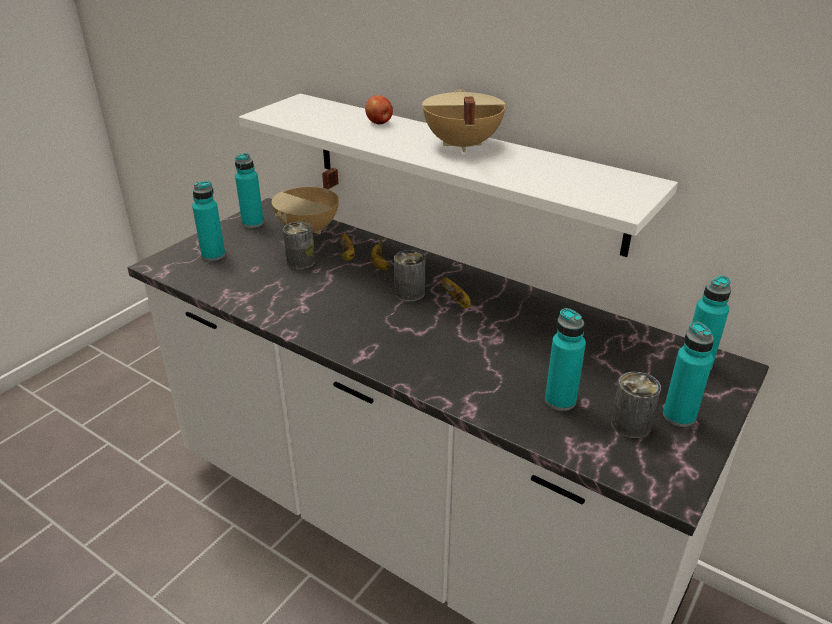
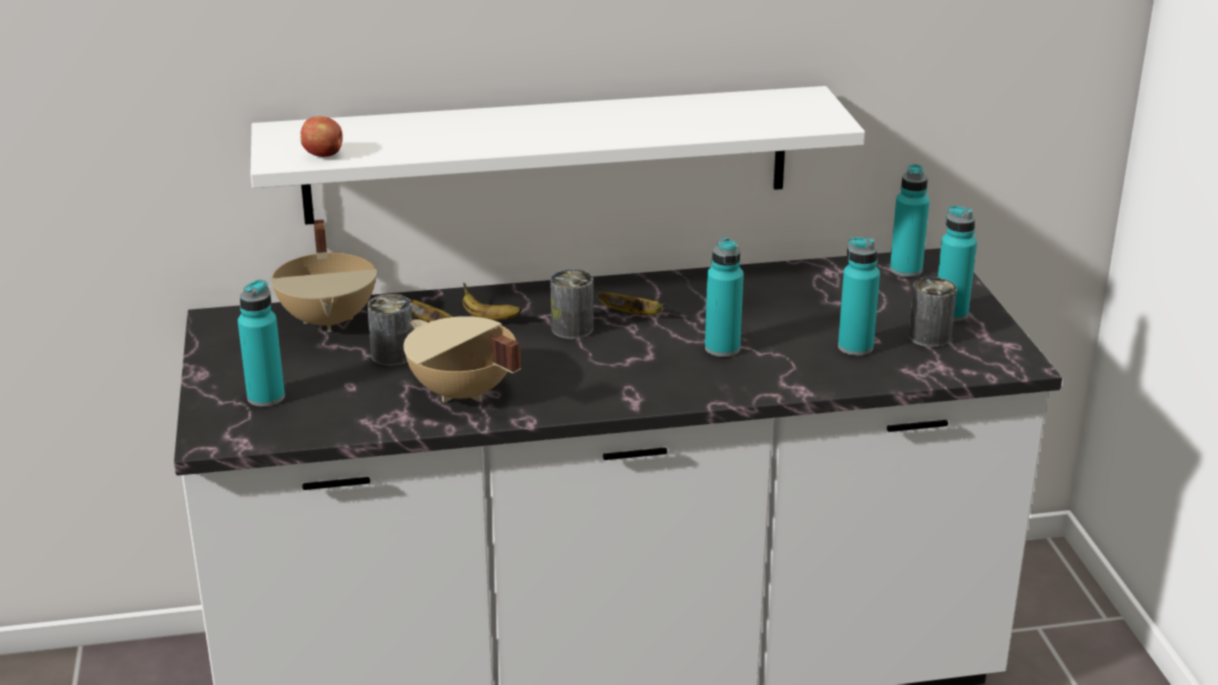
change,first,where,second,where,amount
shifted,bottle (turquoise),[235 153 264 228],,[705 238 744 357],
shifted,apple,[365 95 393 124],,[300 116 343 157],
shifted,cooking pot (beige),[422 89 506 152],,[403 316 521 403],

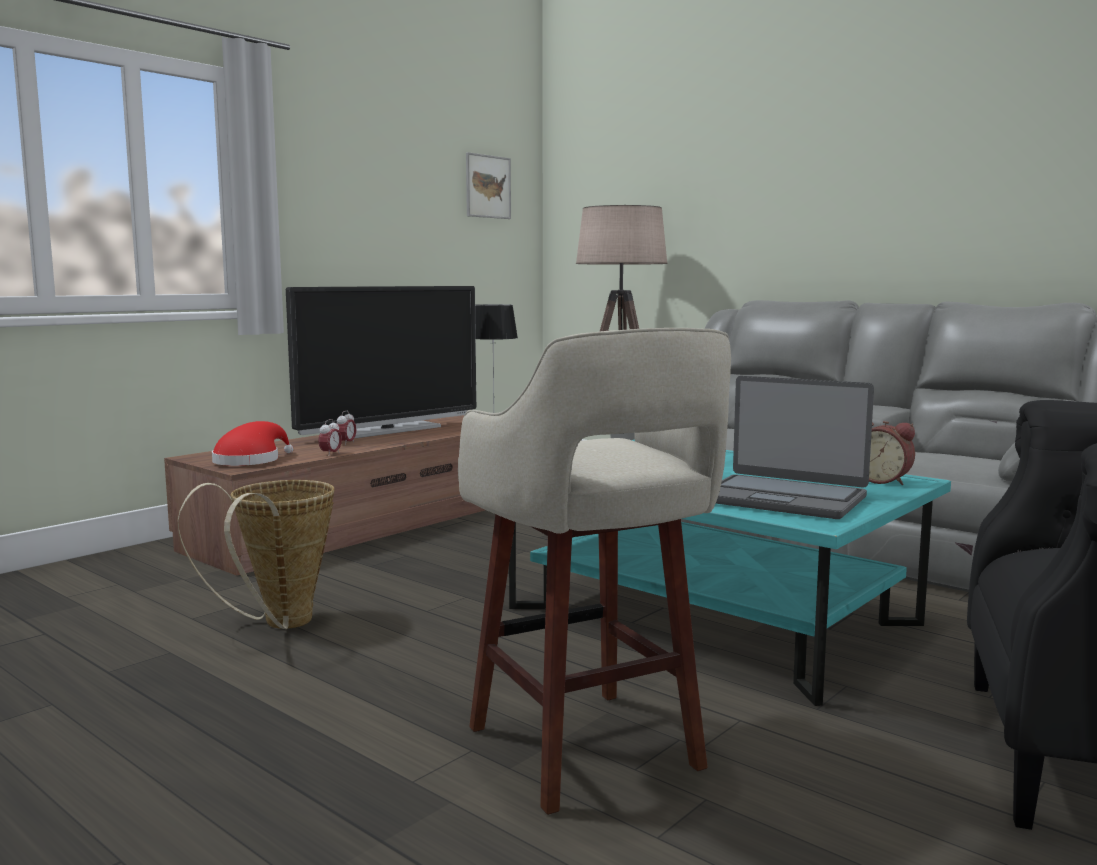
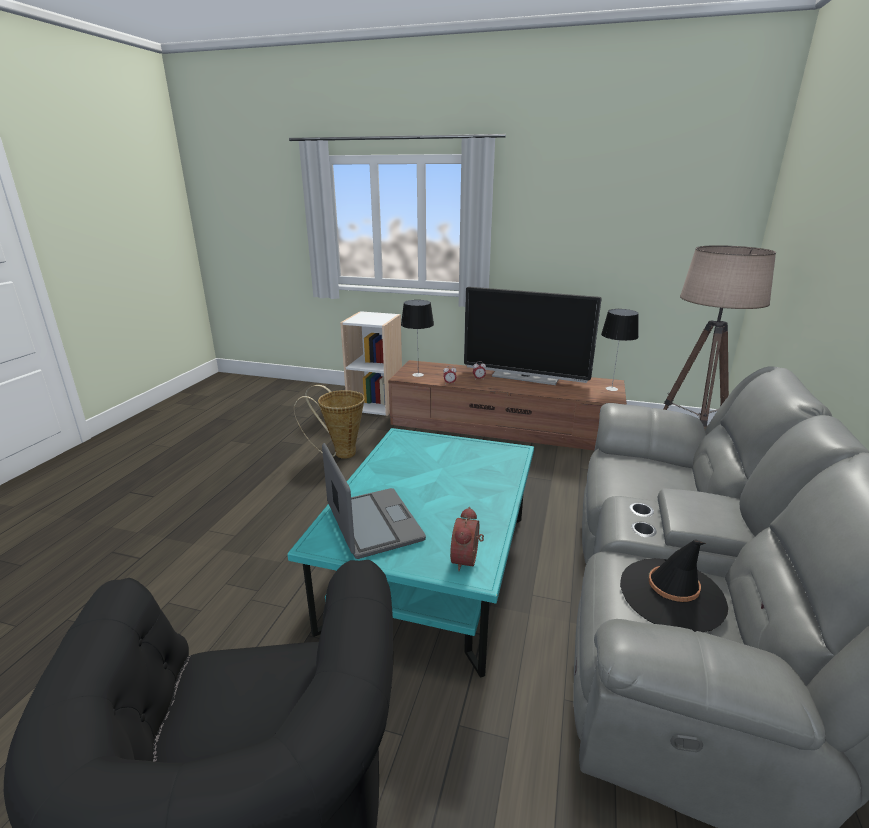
change,first,where,second,where,amount
gone,stool (beige),[458 328 731 815],,,
gone,picture,[466 152 511 219],,,
new,,,bookcase,[340 311 402 416],
new,,,hat (black),[620 540 728 632],
swapped,hat (red),[212 421 293 466],table lamp,[401 300 434 377],
rotated,laptop,[716 376 874 519],,[322 443 426 559],150 degrees clockwise

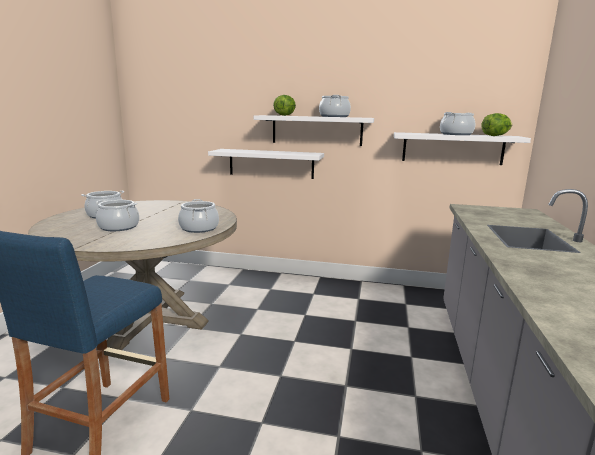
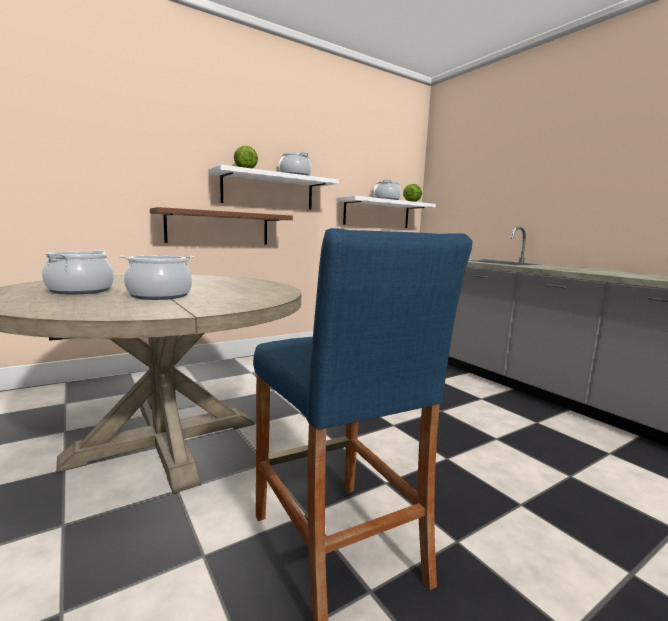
change,first,where,second,where,amount
gone,cooking pot,[178 199 219 233],,,
repainted,shelf (white),[208 149 324 179],shelf (brown),[150 207 293 245],

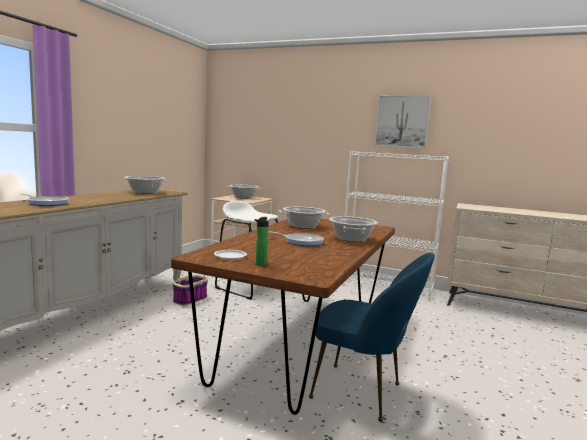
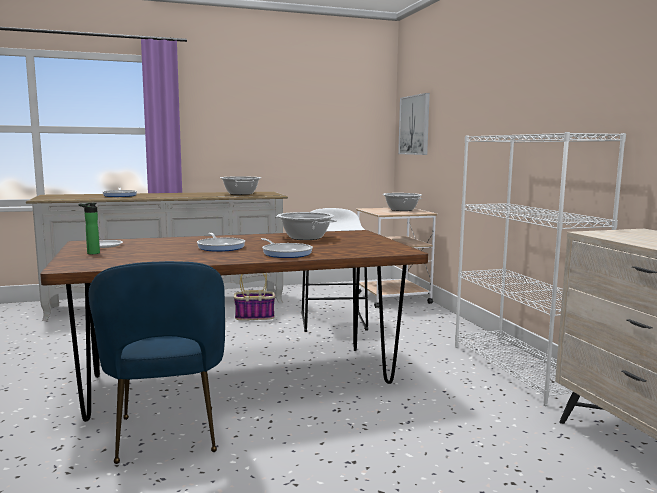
change,first,where,second,where,amount
shifted,picture,[375 95 431 148],,[398 93 430 155],
swapped,cooking pot,[329 216 378 242],frying pan,[261 238 313 258],

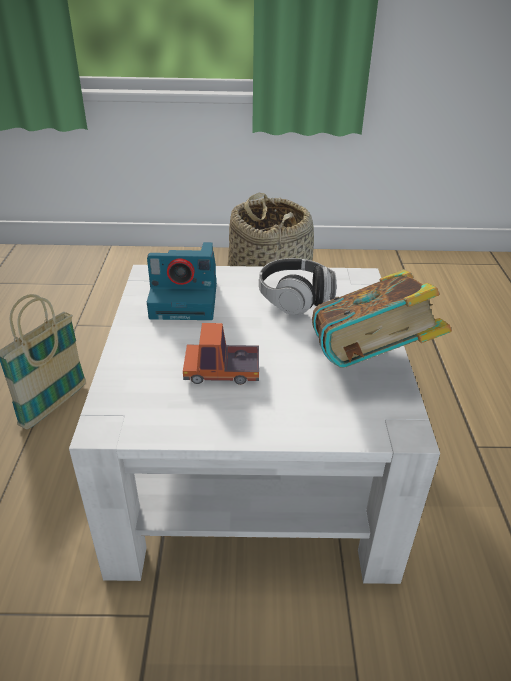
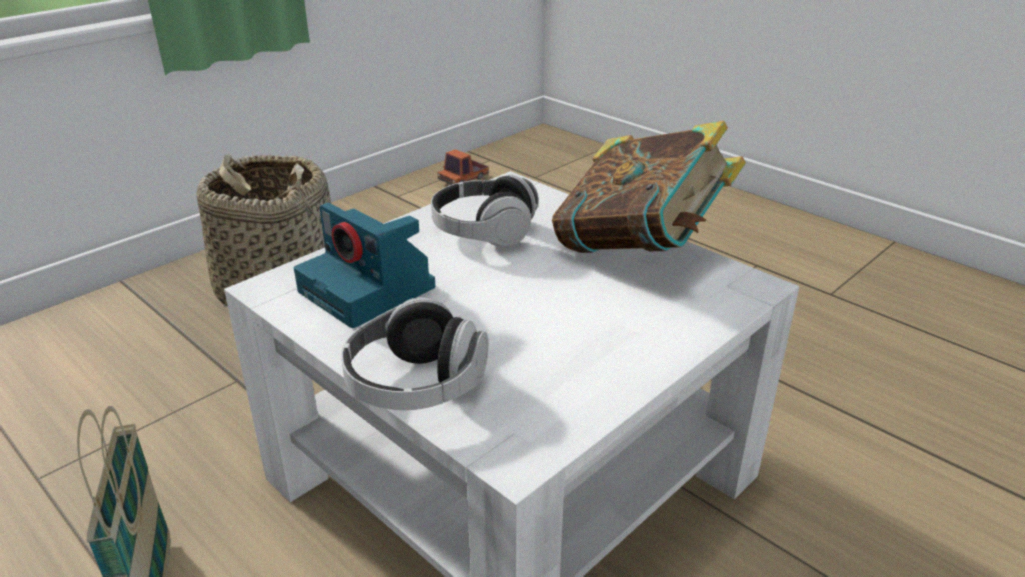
change,first,where,second,where,amount
new,,,headphones,[341 297 488 410],
shifted,toy truck,[183 323 259 385],,[438 149 489 185],
rotated,photo camera,[147 242 217 320],,[294 203 435 328],90 degrees clockwise

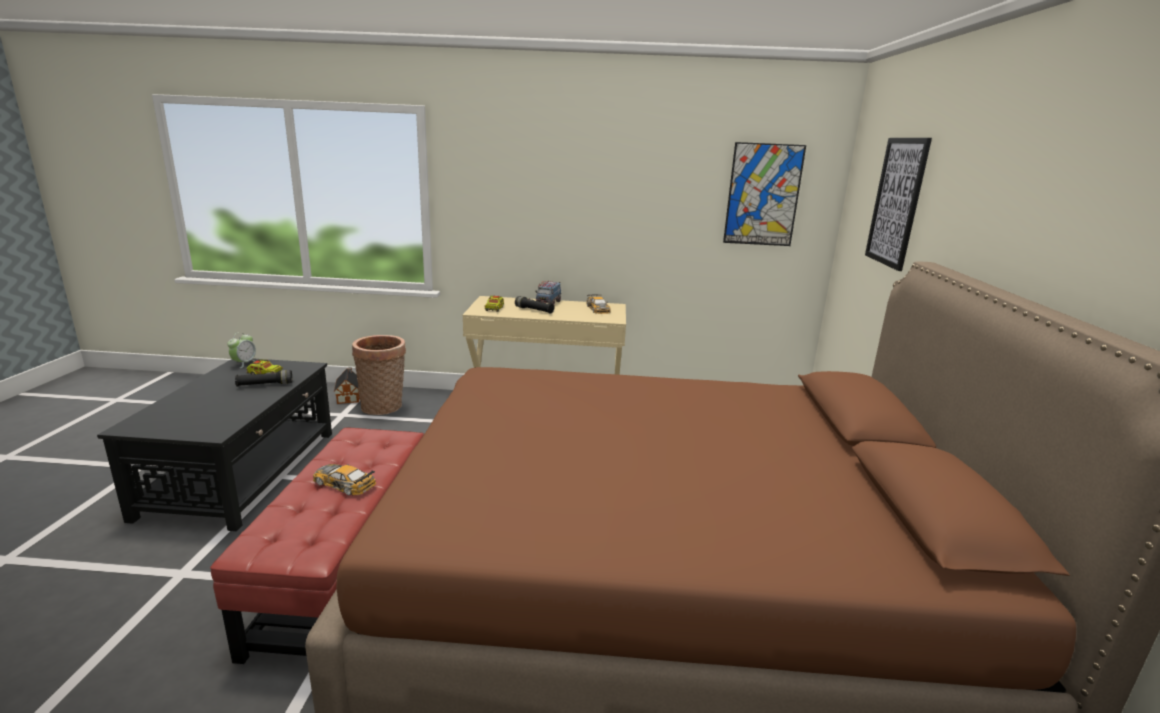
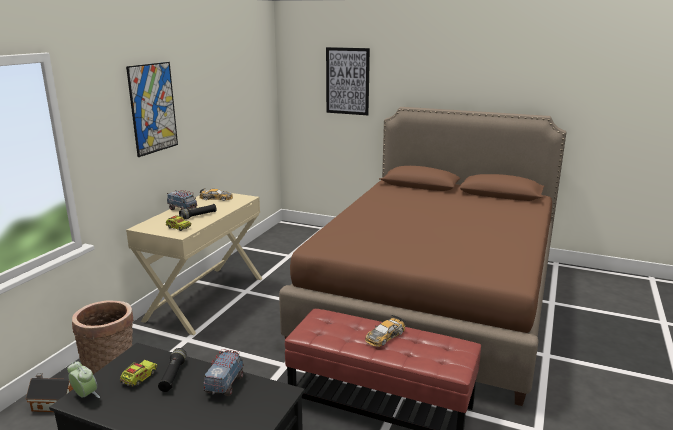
change,first,where,second,where,amount
new,,,toy truck,[204 349 244 396],
shifted,picture,[723 142 806 246],,[126 62 178 157],

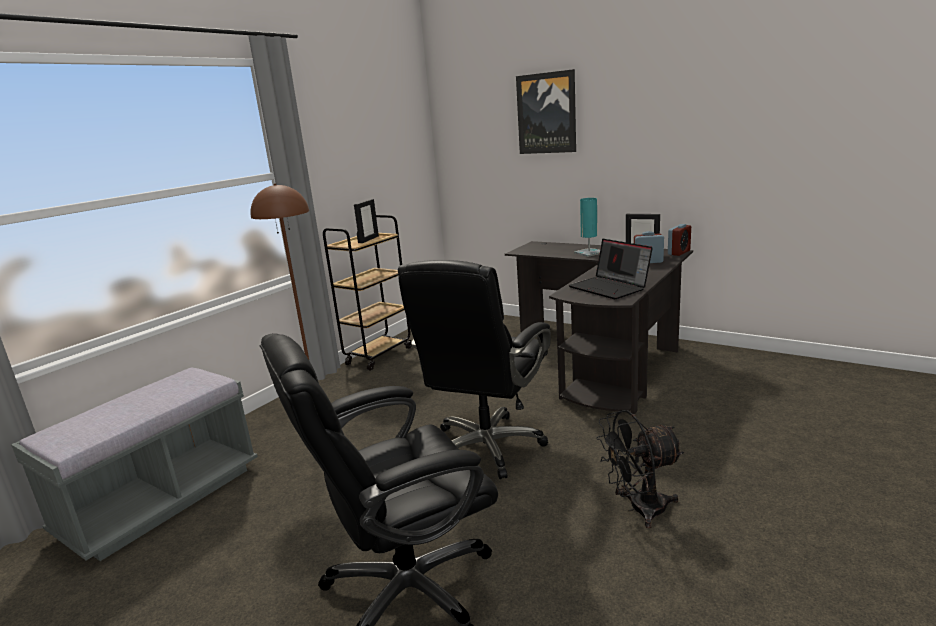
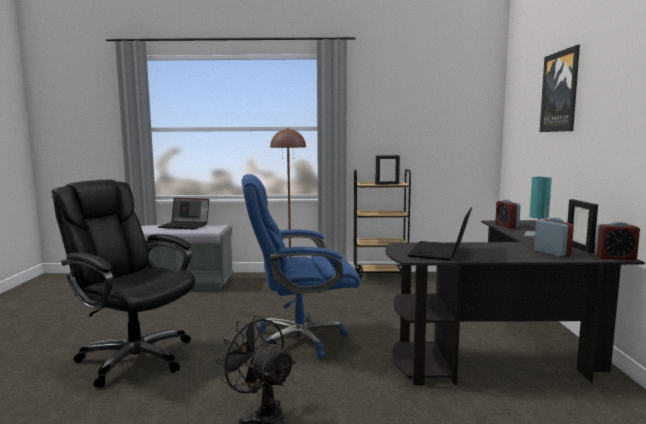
change,first,where,second,where,amount
new,,,laptop,[158 198 209 230],
new,,,alarm clock,[495 199 521 228],
repainted,office chair (black),[398 260 551 479],office chair (blue),[241 174 360 359],

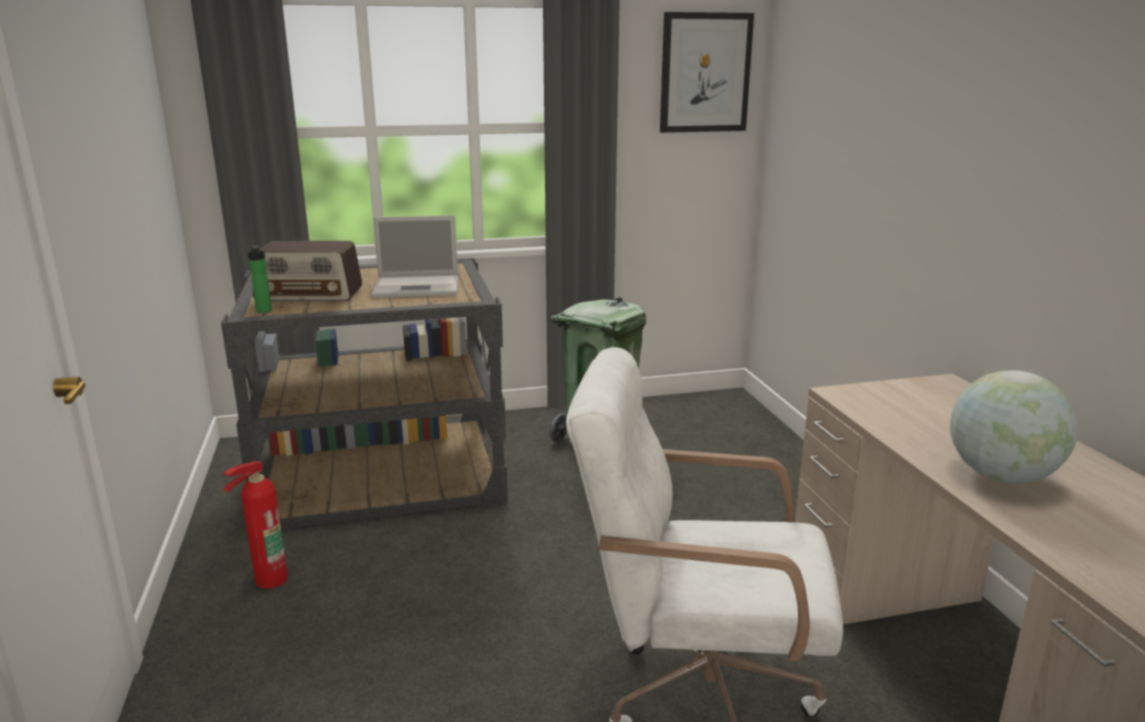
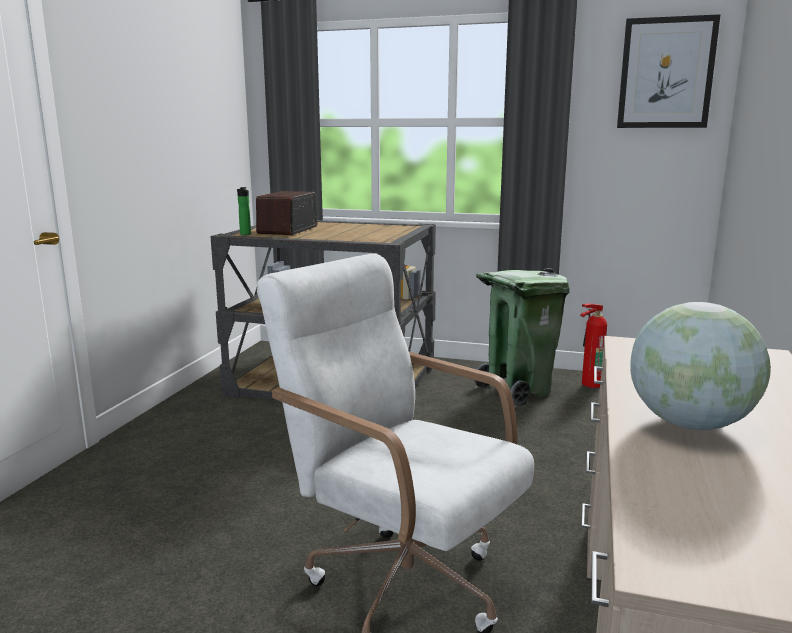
change,first,where,second,where,amount
gone,laptop,[372 215 458 298],,,
shifted,fire extinguisher,[223 461 288 589],,[580 303 607 388],
rotated,radio,[253 241 362 301],,[256 191 318 235],75 degrees clockwise

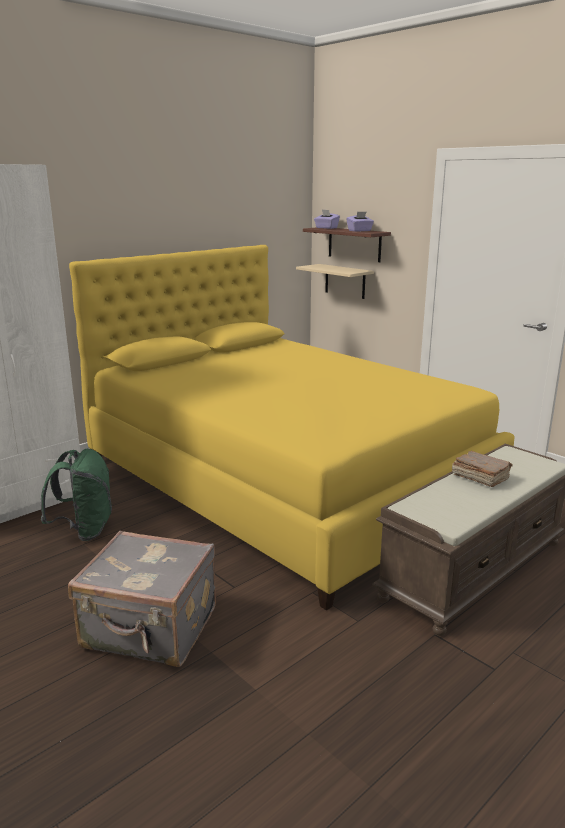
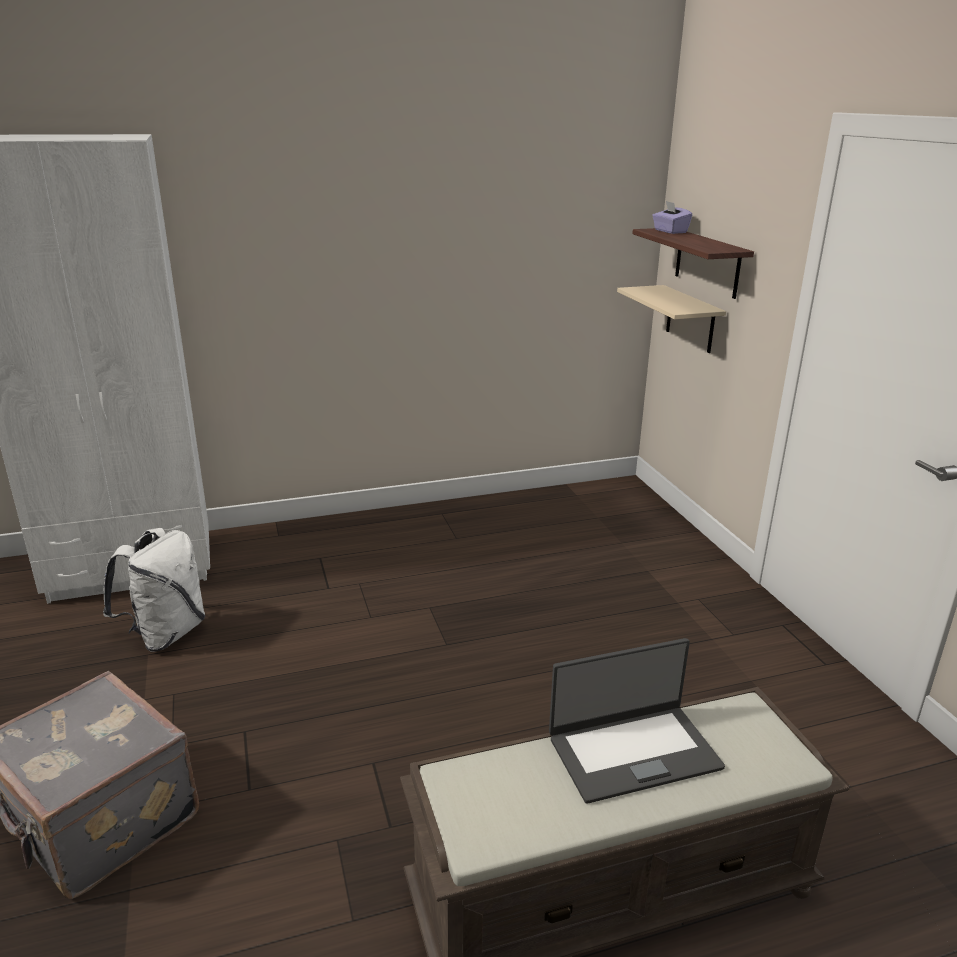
change,first,where,second,where,amount
gone,bed (yellow),[69 245 515 611],,,
gone,tissue box (purple),[347 211 374 232],,,
swapped,book (brown),[452 451 513 487],laptop,[549 638 725 804],
repainted,backpack (green),[41 449 112 541],backpack (white),[103 528 205 652],

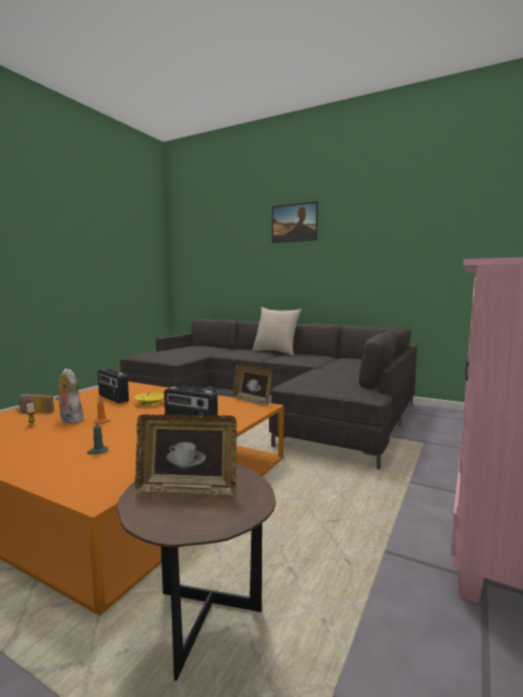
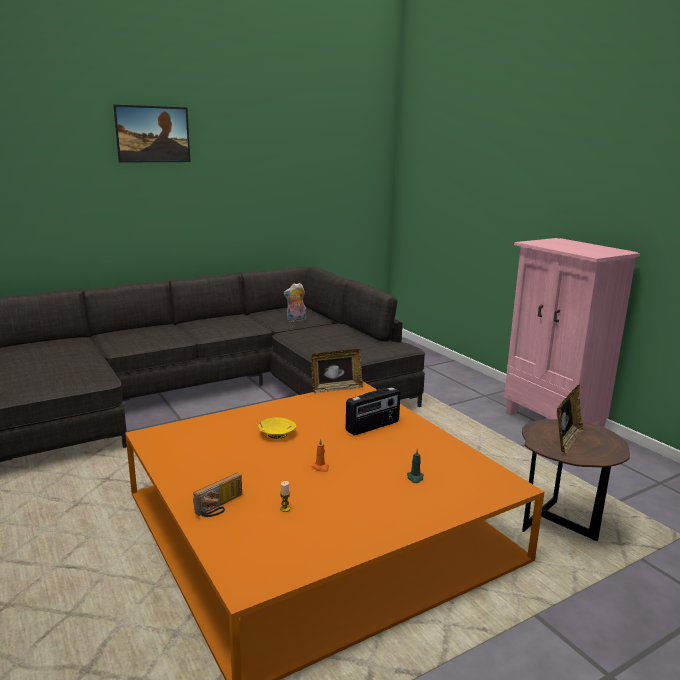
change,first,where,second,where,amount
gone,radio,[98 369 129 403],,,
gone,pillow (beige),[252 307 302 356],,,
shifted,plush toy,[55 368 83 423],,[283 283 306 322],

